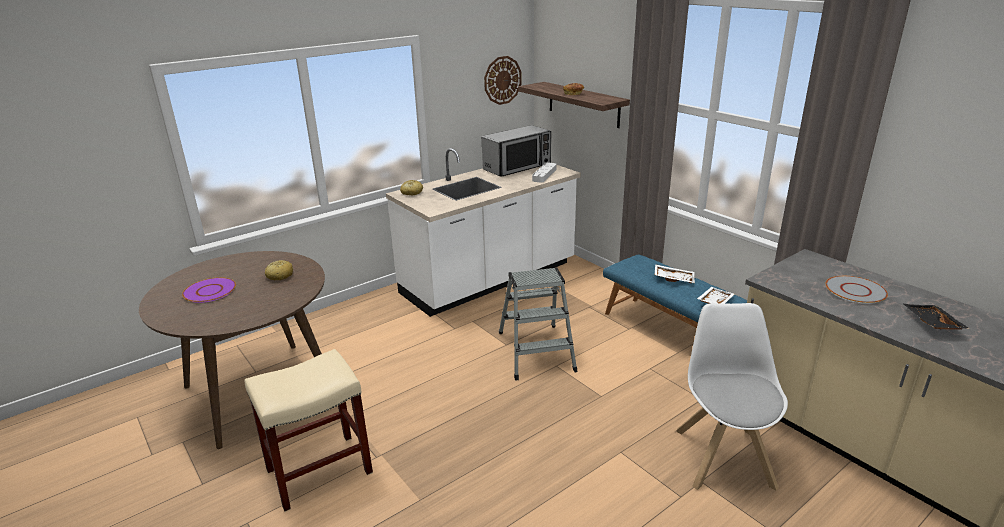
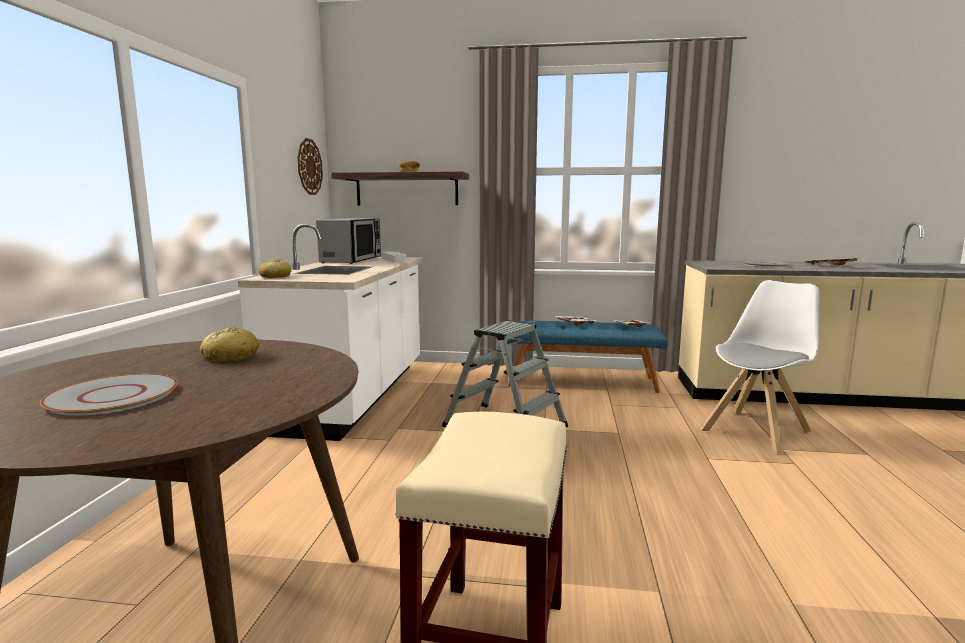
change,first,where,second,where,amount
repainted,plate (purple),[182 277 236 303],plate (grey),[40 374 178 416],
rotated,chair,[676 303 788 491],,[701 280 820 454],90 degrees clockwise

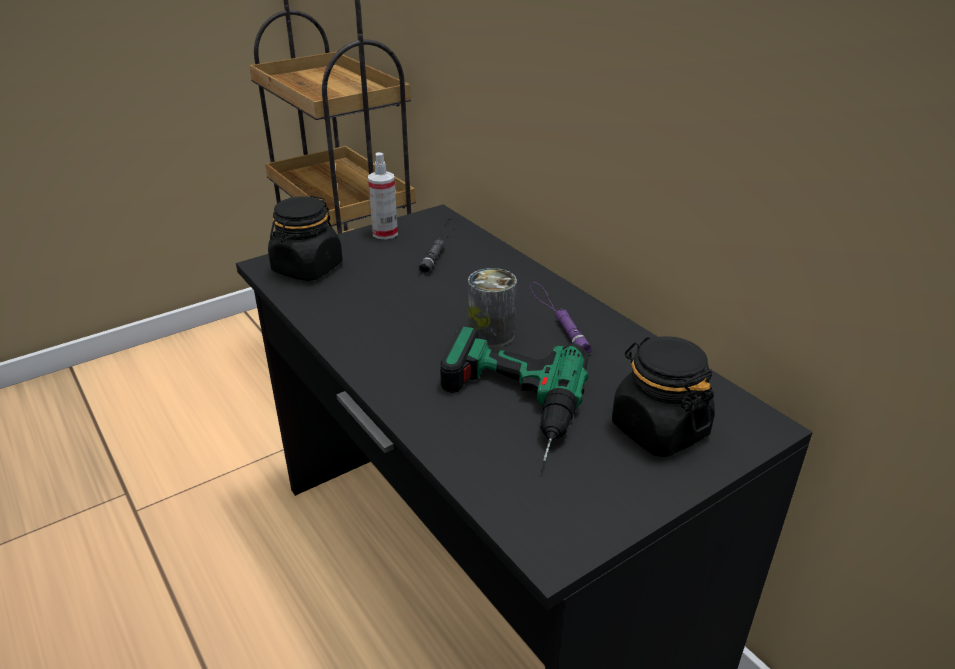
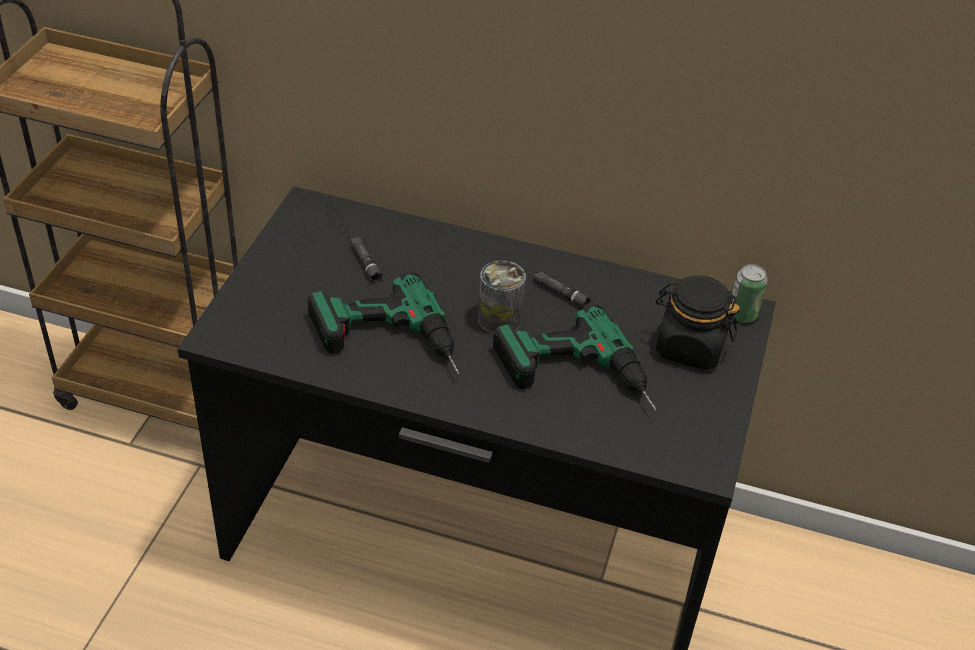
change,first,where,second,where,amount
gone,jar (black),[268 195 343 281],,,
gone,spray bottle,[368 152 398 239],,,
new,,,power drill,[307 271 459 374],
new,,,can,[731 264 767 323],
repainted,flashlight (purple),[530 282 591 354],flashlight (black),[477 249 590 308],

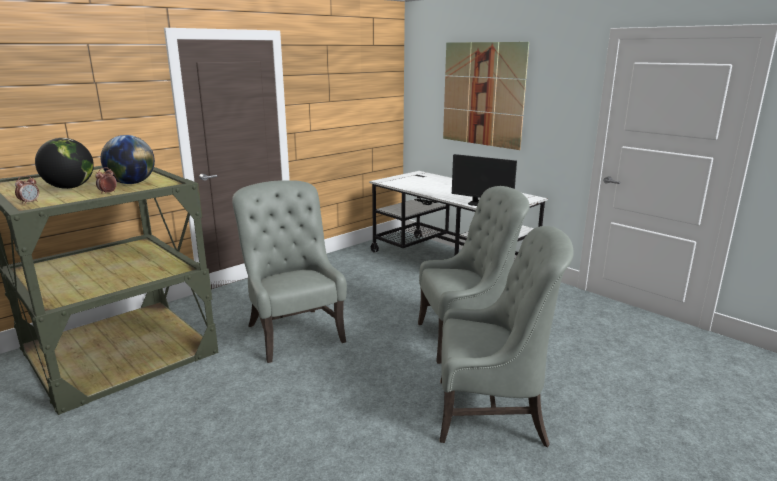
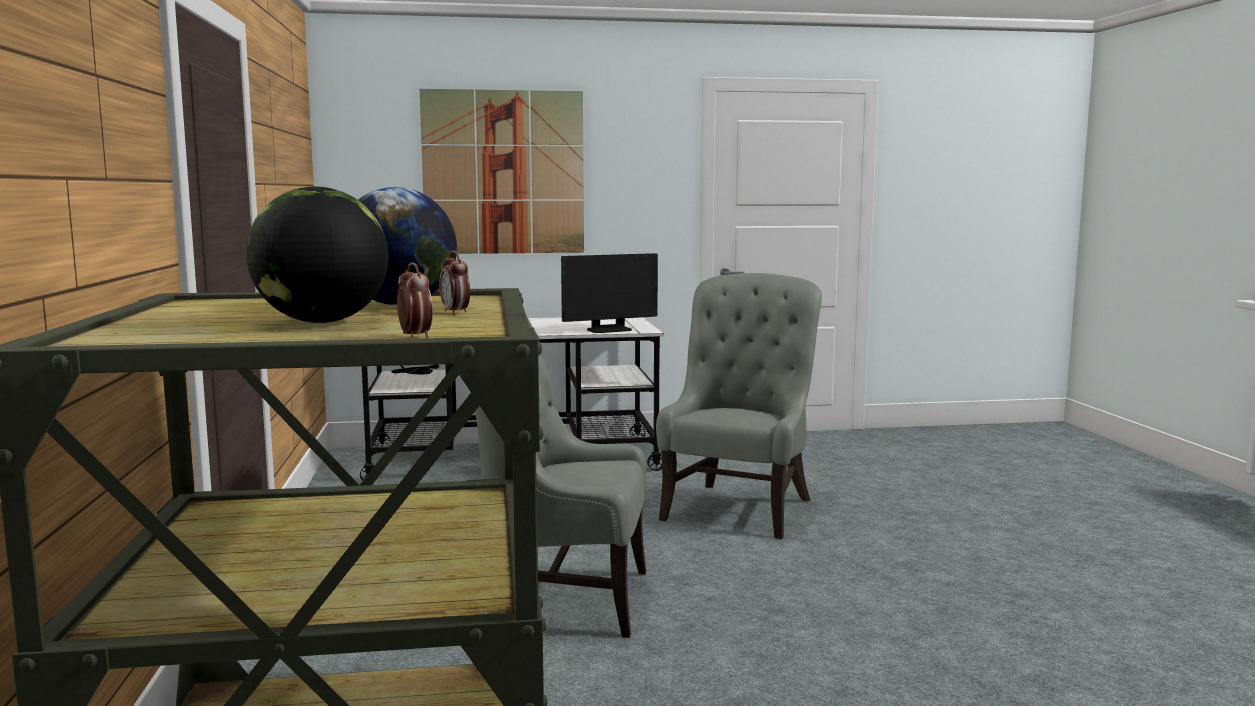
change,first,where,second,where,amount
gone,chair (grey),[440 226 574 448],,,

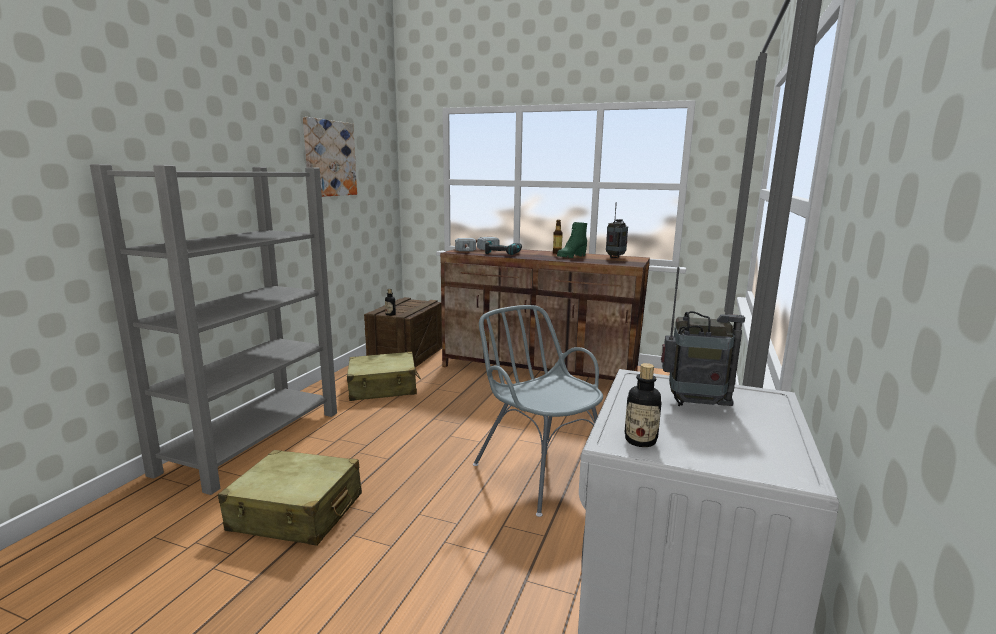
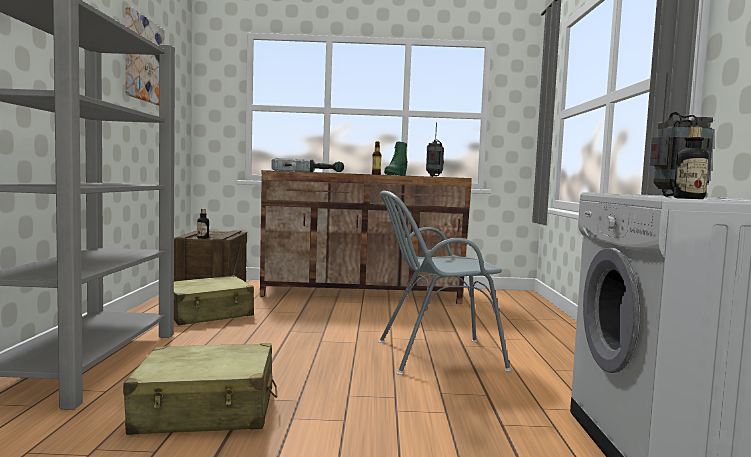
change,first,where,second,where,amount
rotated,chair (grey),[473 305 603 517],,[378 191 511 375],45 degrees counterclockwise

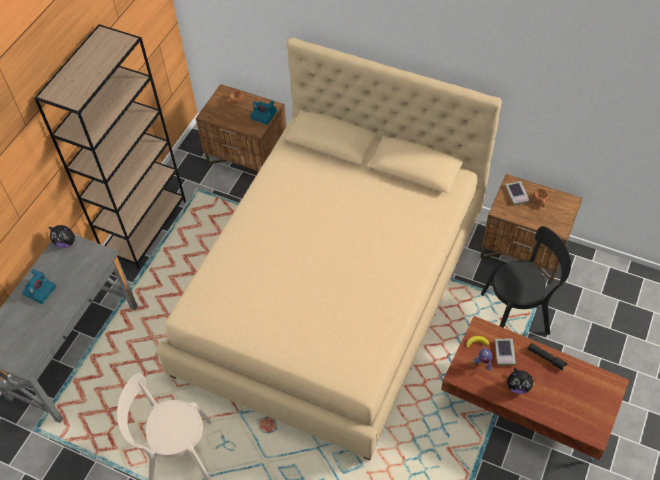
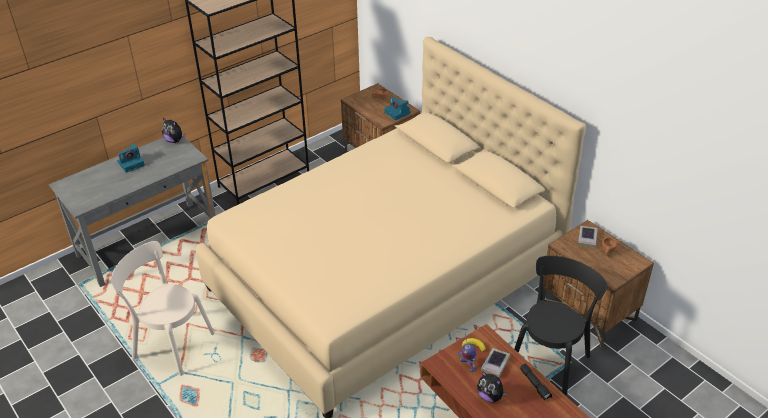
change,first,where,second,where,amount
rotated,chair (black),[481 226 571 335],,[514 256 607 396],75 degrees counterclockwise

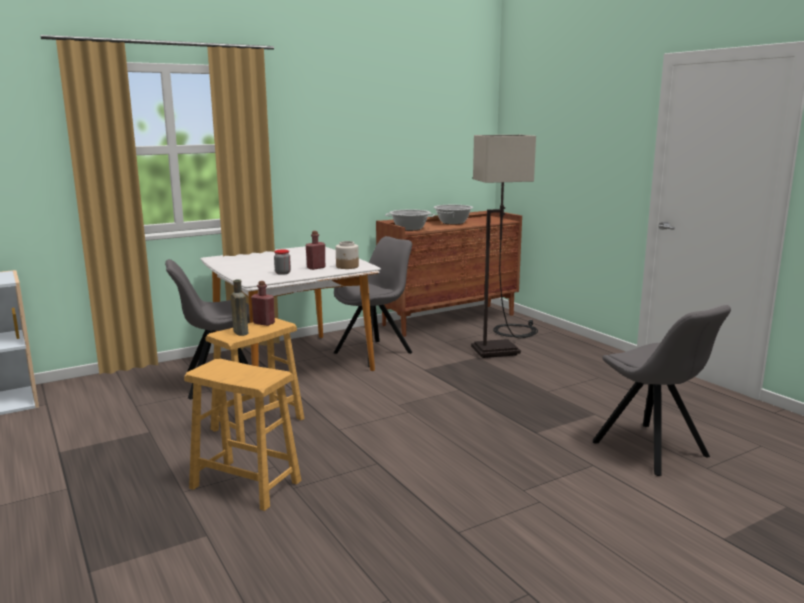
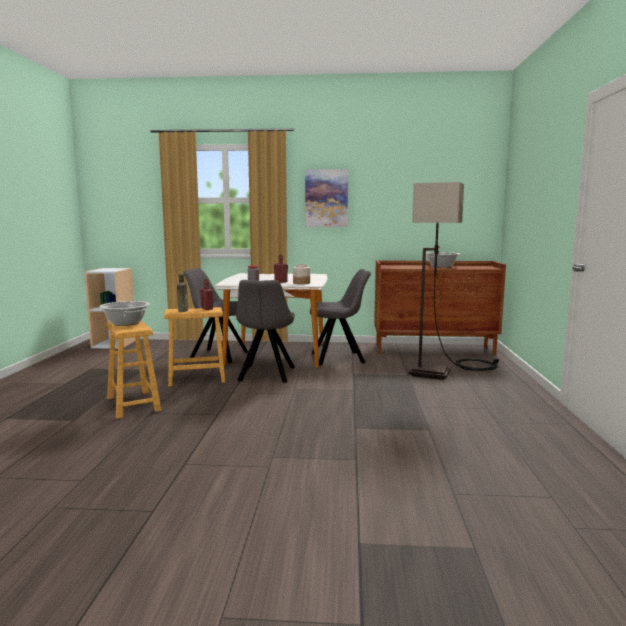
change,first,where,second,where,amount
new,,,picture,[305 169 348 227],
shifted,cooking pot,[385 210 435 231],,[99 301 150 326],
shifted,chair (grey),[593 305 731 476],,[236 280 295 383],

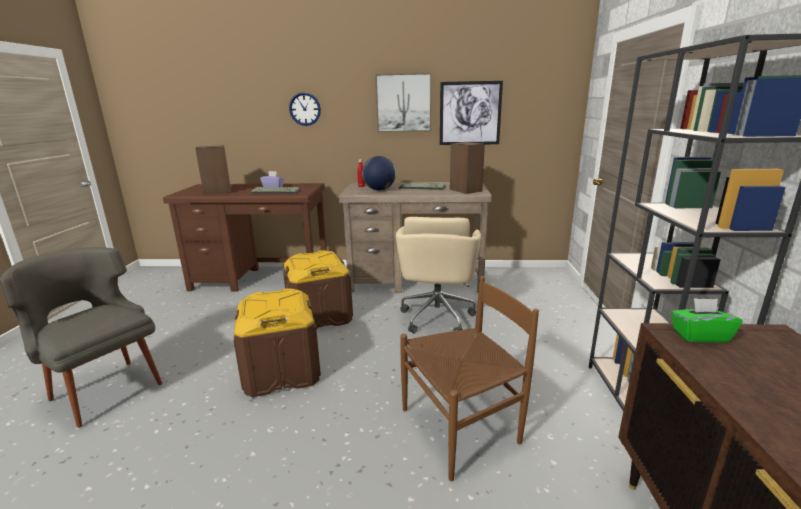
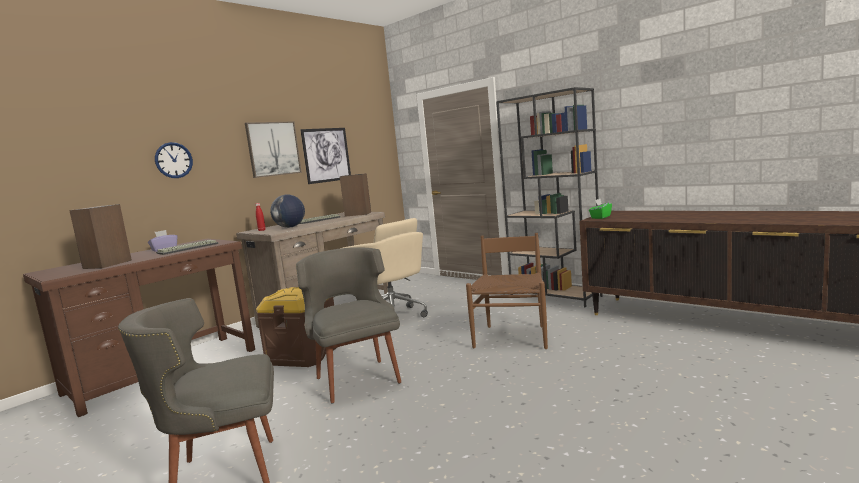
change,first,where,second,where,amount
swapped,storage box (brown),[233 288 321 397],chair (grey),[296 247 401 403],

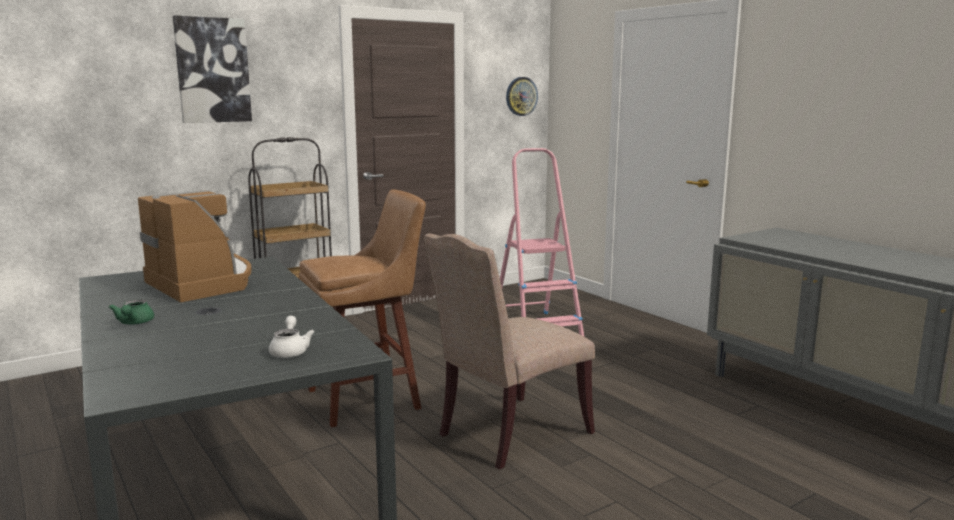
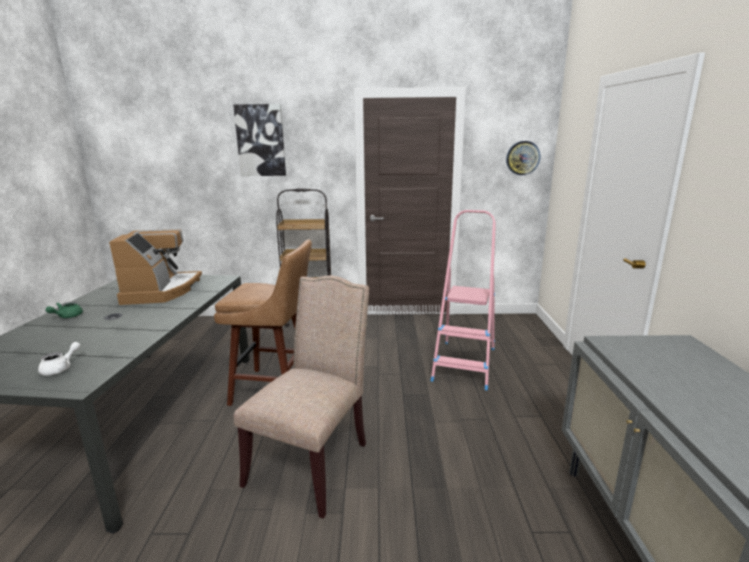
change,first,where,second,where,amount
rotated,chair (beige),[423 233 595 469],,[234 276 369 519],120 degrees clockwise

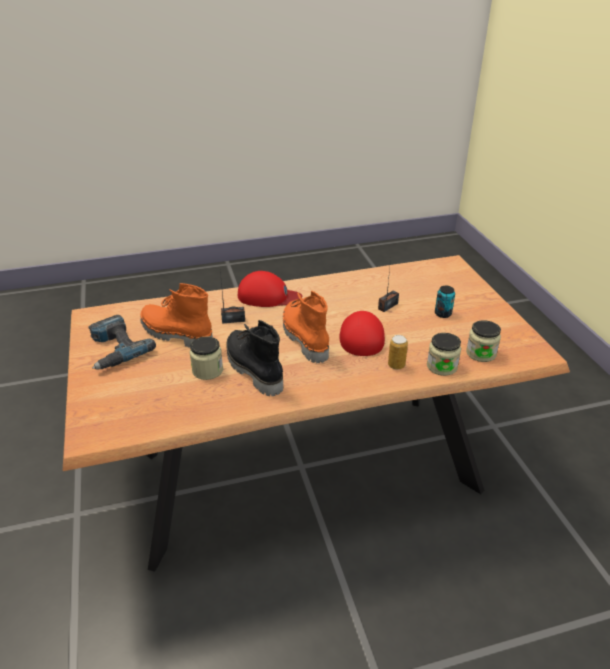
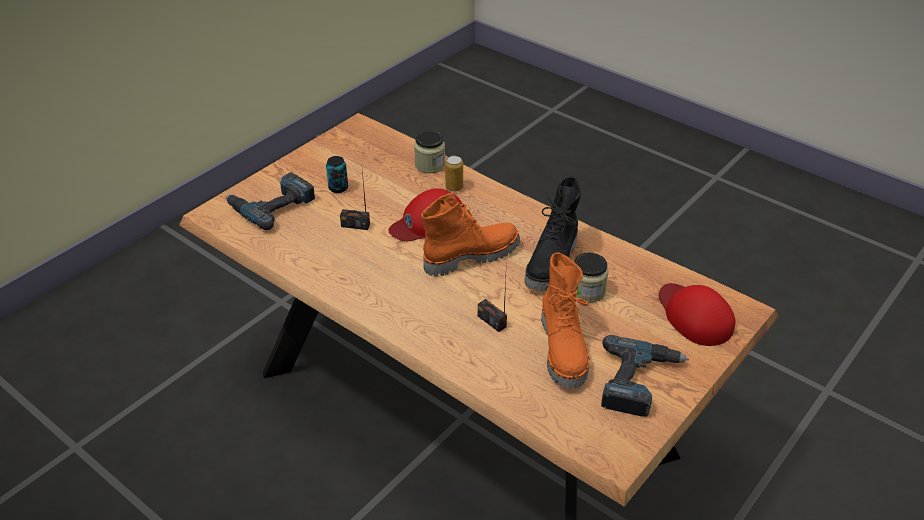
change,first,where,second,where,amount
gone,jar,[466 320 501 362],,,
new,,,power drill,[226 173 315 230],
shifted,cap (red),[238 271 302 307],,[659 283 735 346],
rotated,boot (orange),[283 291 329 363],,[421 192 520 277],150 degrees counterclockwise

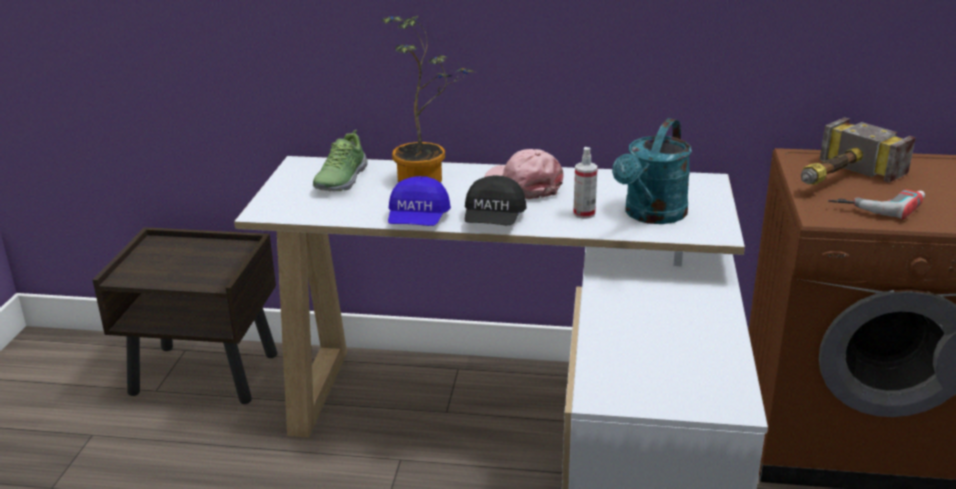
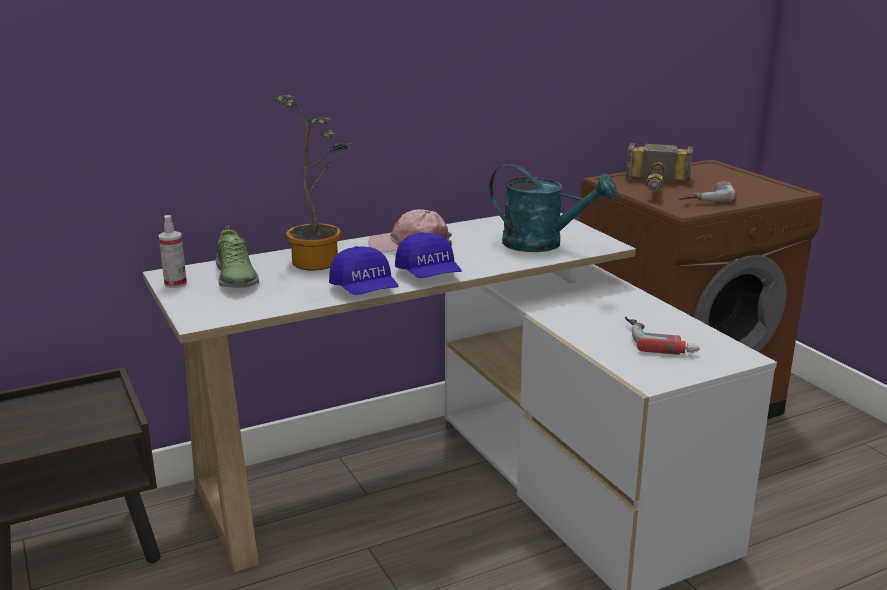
change,first,where,second,where,amount
new,,,power drill,[625 316 700 355],
shifted,spray bottle,[573 147 598 219],,[158 215 187 288],
repainted,cap (black),[465 175 527 225],cap (blue),[395 232 462 278],
rotated,watering can (turquoise),[612 118 692 224],,[489 164 617 252],60 degrees counterclockwise

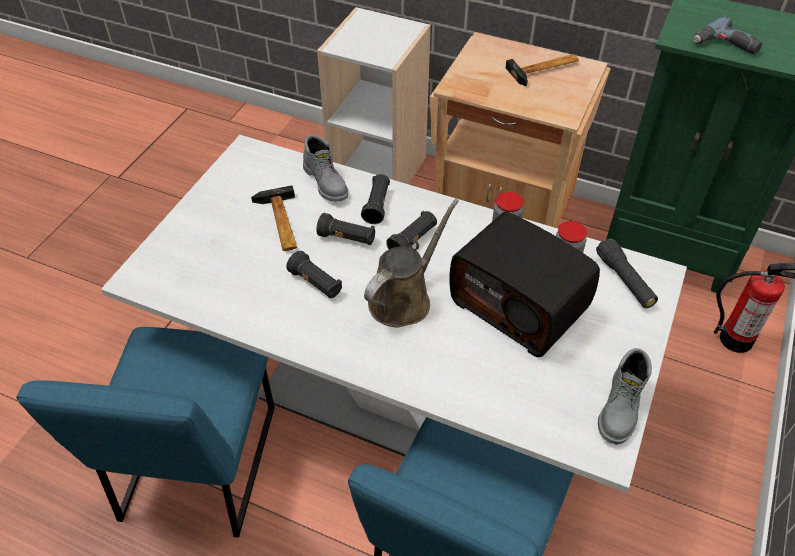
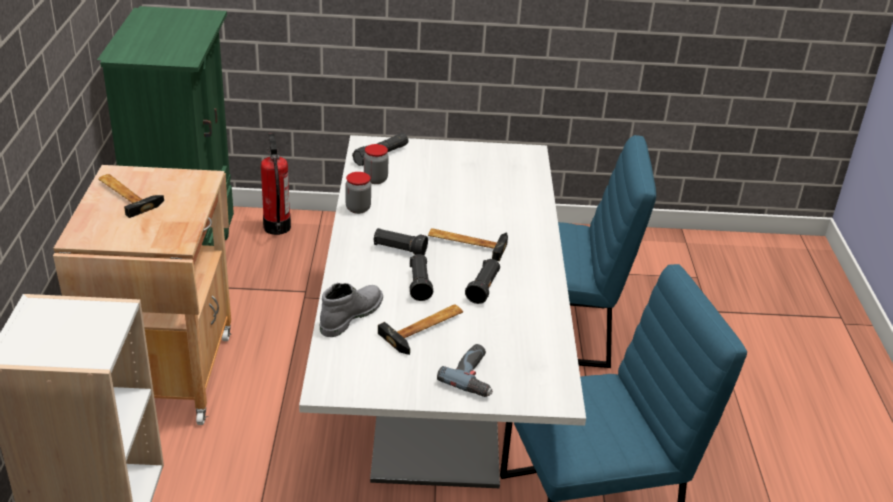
change,first,where,second,where,amount
gone,flashlight (black),[361 174 390 224],,,
gone,radio,[449 212 600 357],,,
gone,boot (grey),[598 348 652 444],,,
shifted,power drill,[693 16 762 54],,[437 344 493 397],
swapped,watering can (brown),[364 199 459 327],hammer,[428 228 508 261],

